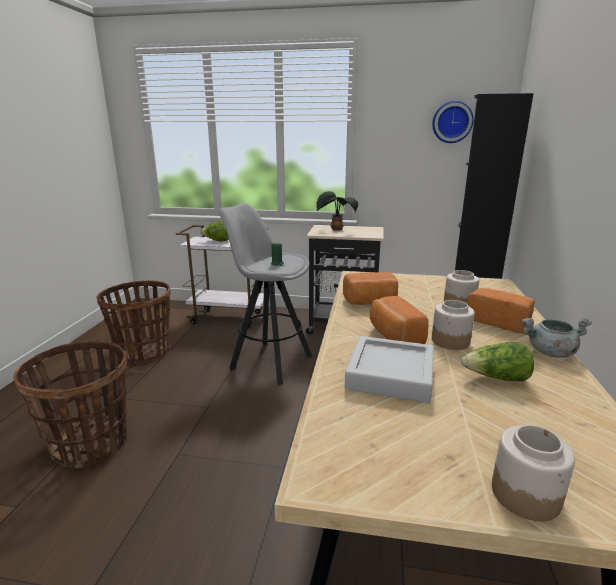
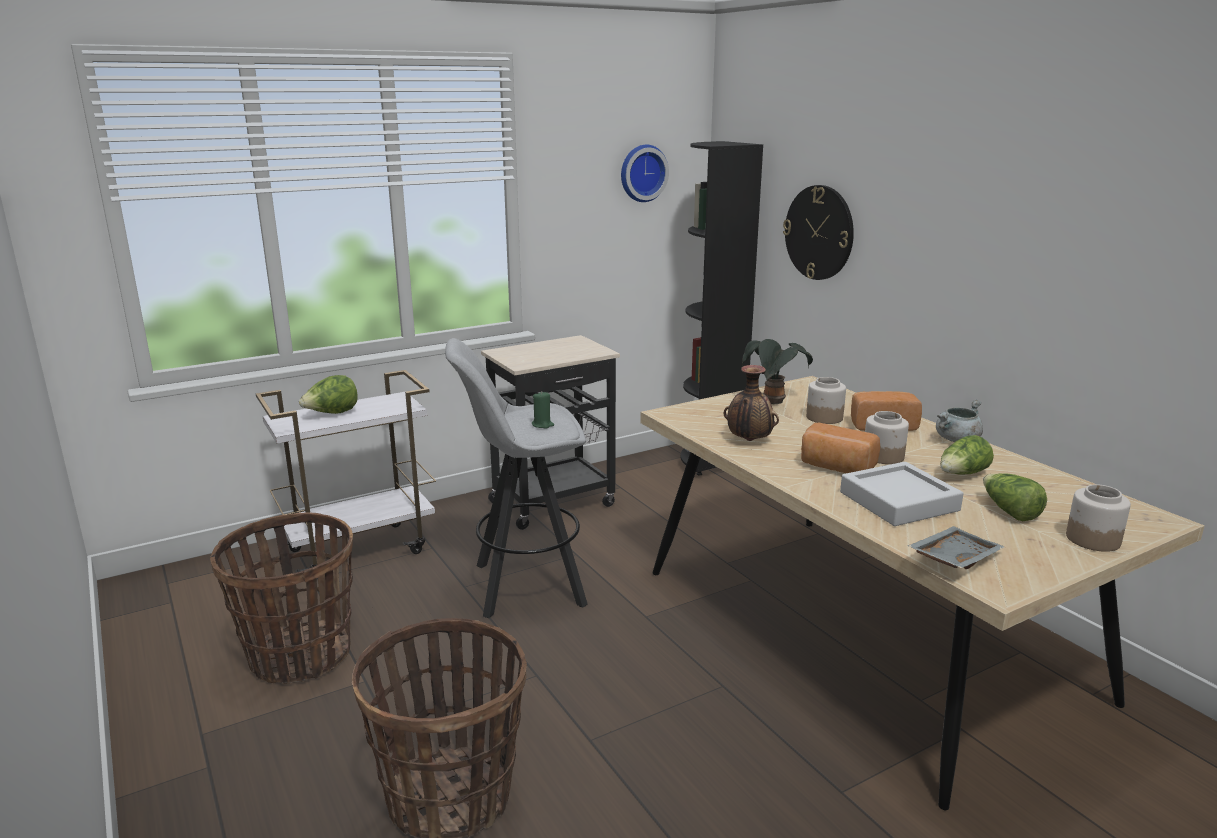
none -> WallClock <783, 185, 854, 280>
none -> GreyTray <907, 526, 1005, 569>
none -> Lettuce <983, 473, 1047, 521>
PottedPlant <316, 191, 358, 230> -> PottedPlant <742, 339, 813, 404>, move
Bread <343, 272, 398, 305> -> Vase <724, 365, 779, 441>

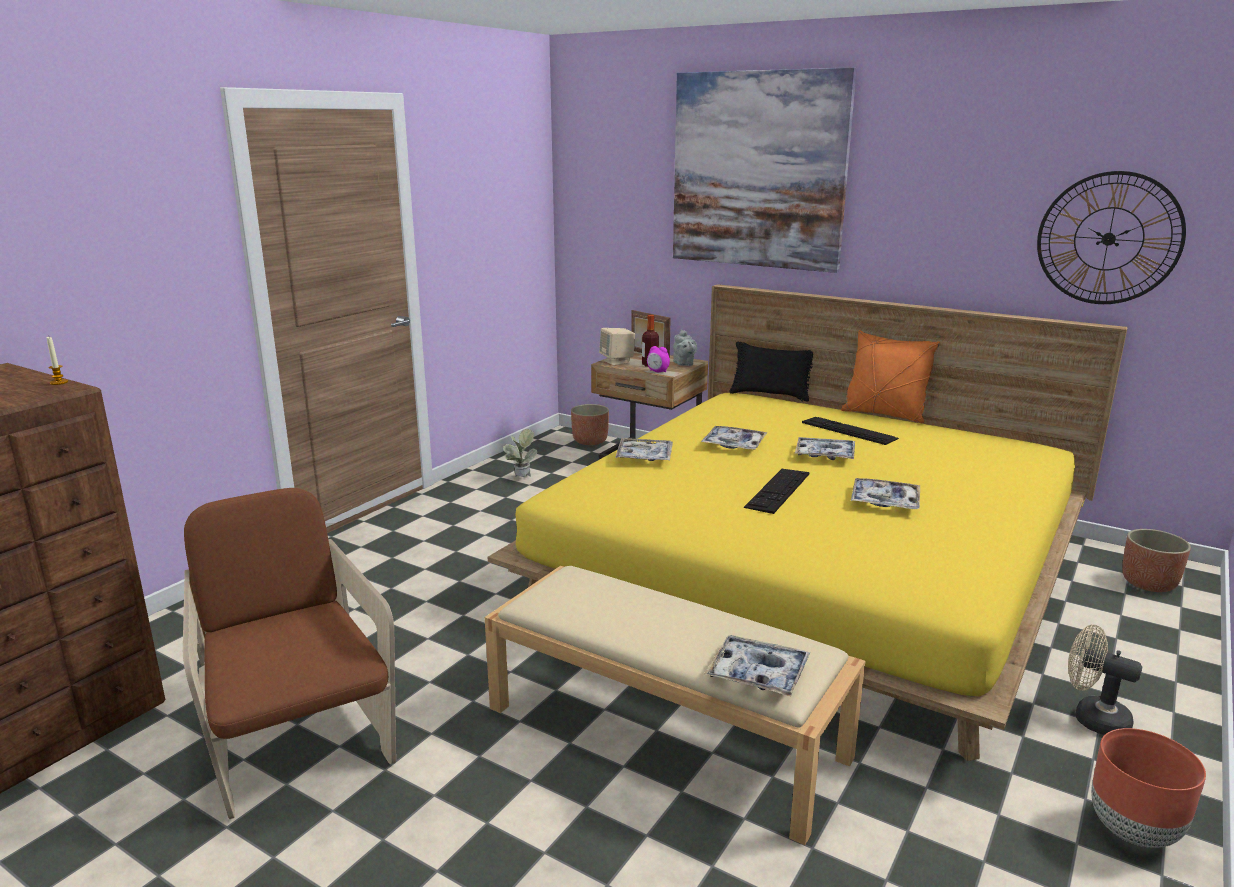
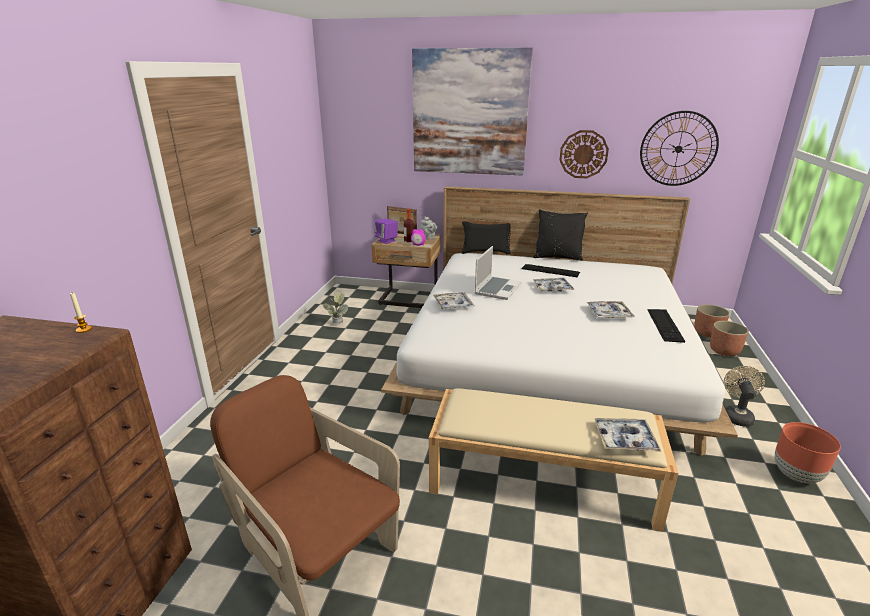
none -> WallClock <559, 130, 609, 178>
Planter <571, 404, 609, 445> -> Planter <710, 321, 749, 356>, move
Keyboard <744, 469, 809, 514> -> Keyboard <647, 309, 685, 343>, move
Tray <701, 426, 768, 450> -> Laptop <475, 246, 522, 300>
YellowBed <488, 284, 1128, 761> -> WhiteBed <381, 186, 738, 456>
BeigeSpeaker <599, 328, 635, 365> -> PurpleSpeaker <374, 219, 398, 244>
OrangePillow <841, 330, 940, 423> -> BlackPillow <533, 209, 588, 261>
BeigeFan <1068, 624, 1142, 735> -> BeigeFan <724, 366, 765, 427>, 90 degrees clockwise

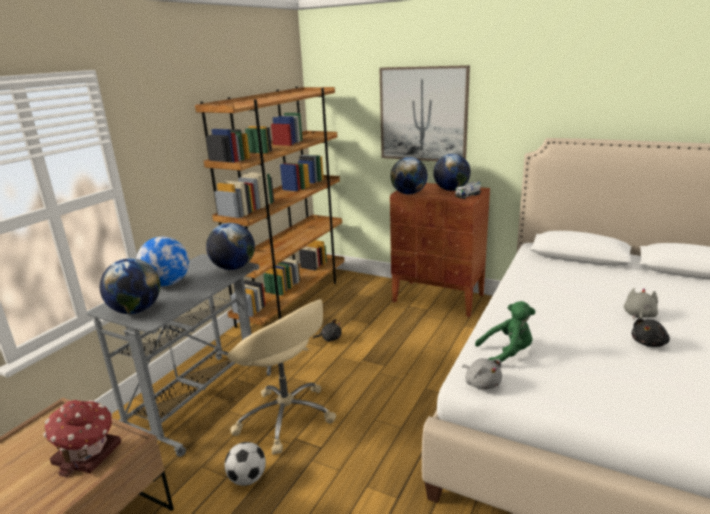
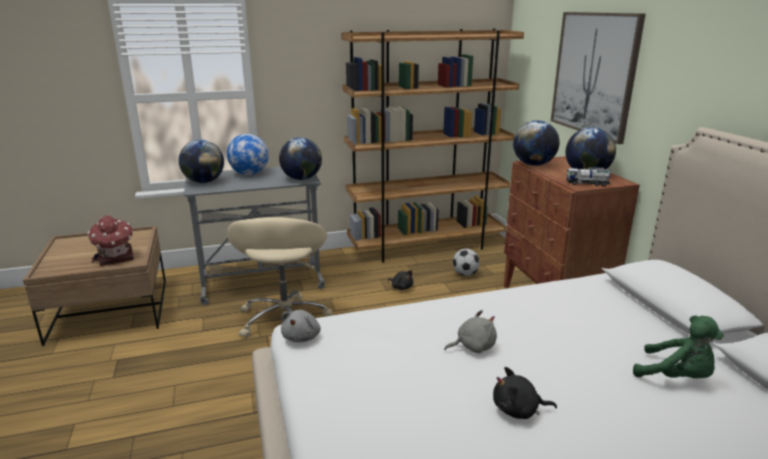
Football <225, 442, 266, 486> -> Football <453, 249, 480, 276>, move
GreenPlushToy <475, 301, 535, 362> -> GreenPlushToy <633, 316, 724, 378>, move
GreyPlushToy <624, 288, 658, 320> -> GreyPlushToy <444, 310, 497, 353>, move

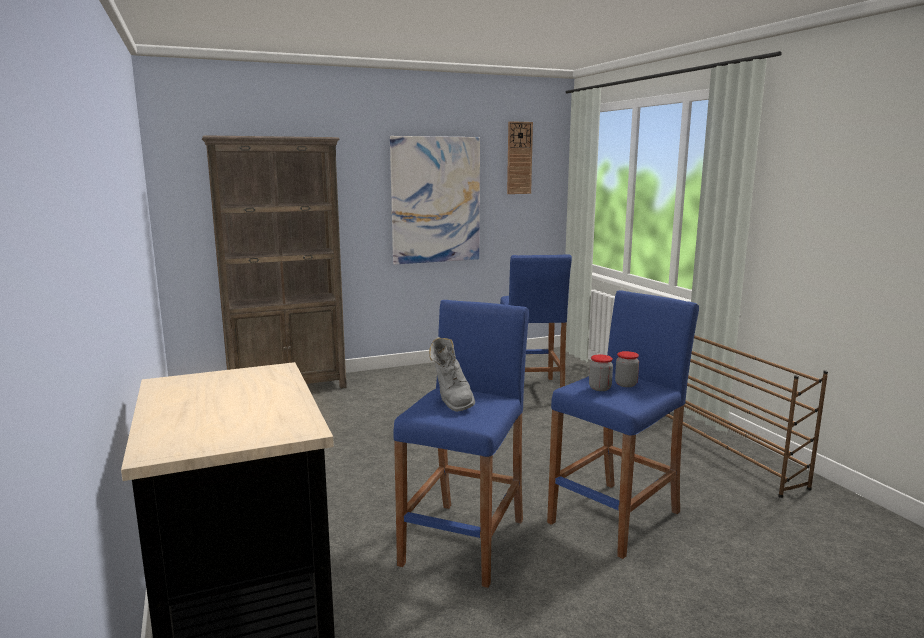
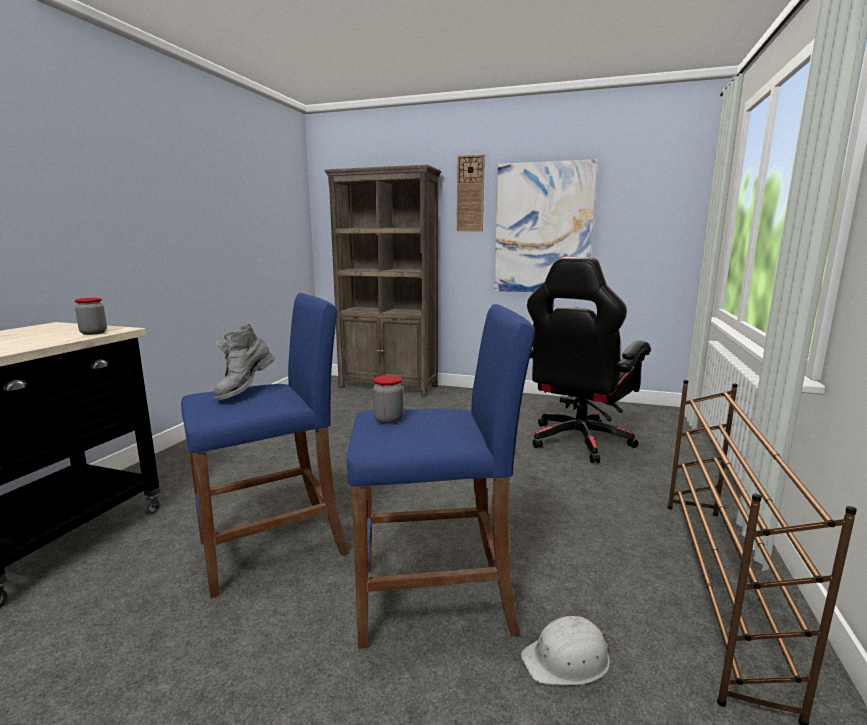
none -> WhiteHardHat <521, 616, 610, 686>
WallClock <507, 121, 533, 194> -> WallClock <457, 155, 485, 231>, move
Jar <615, 351, 639, 387> -> Jar <75, 298, 107, 335>, move
BlueStool <500, 254, 572, 388> -> BlackOfficeChair <527, 257, 651, 463>

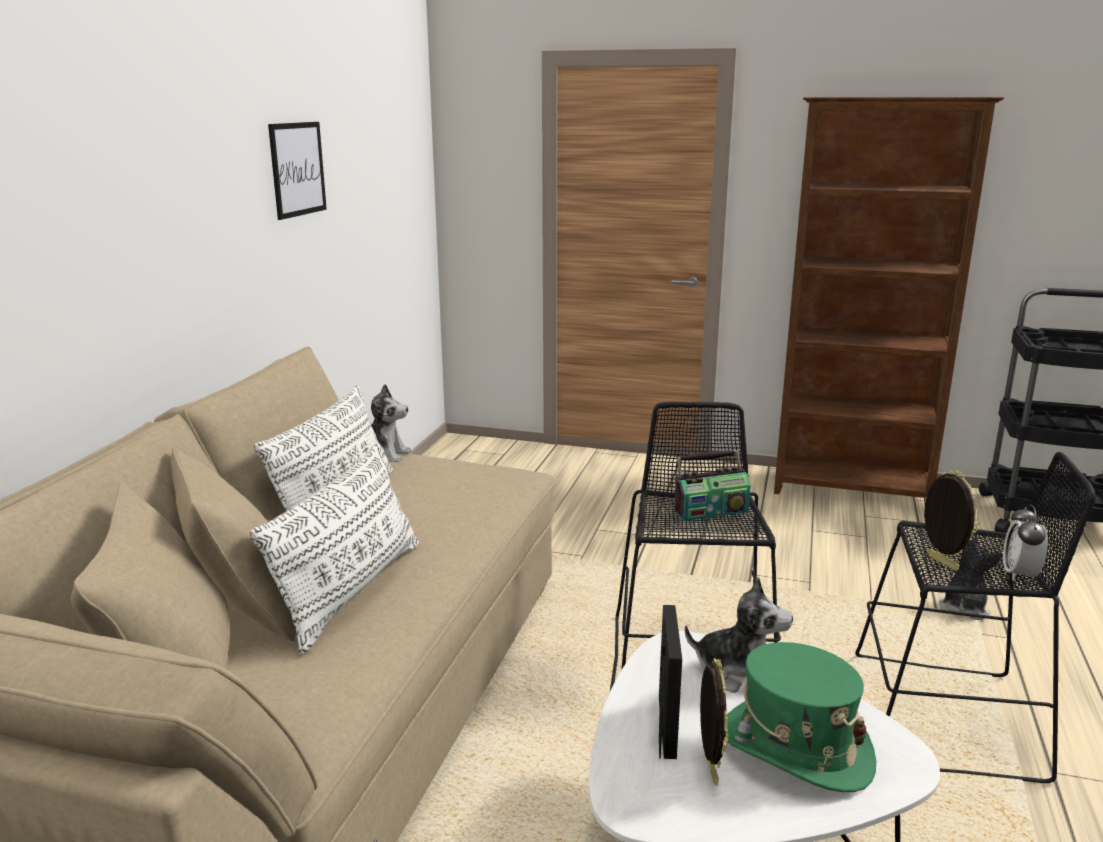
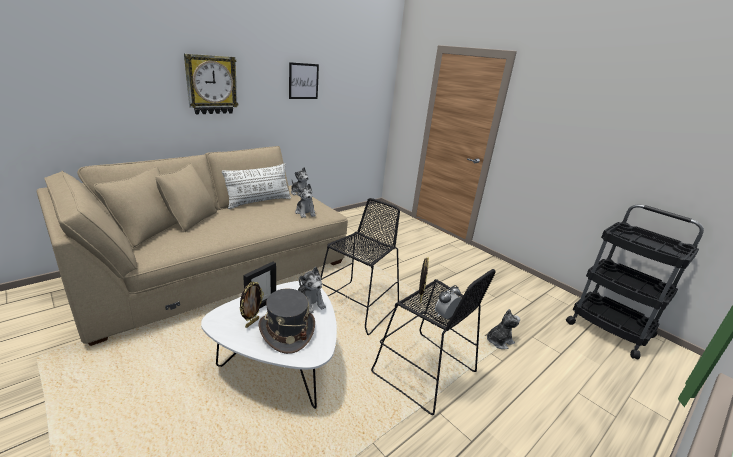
WhitePillow <250, 443, 419, 654> -> none
Radio <675, 450, 751, 521> -> none
BrownBookcase <774, 97, 1004, 505> -> none
none -> WallClock <184, 54, 238, 114>
none -> PlushToy <295, 184, 316, 218>
GreenHat <727, 642, 876, 792> -> GreyHat <259, 289, 315, 354>

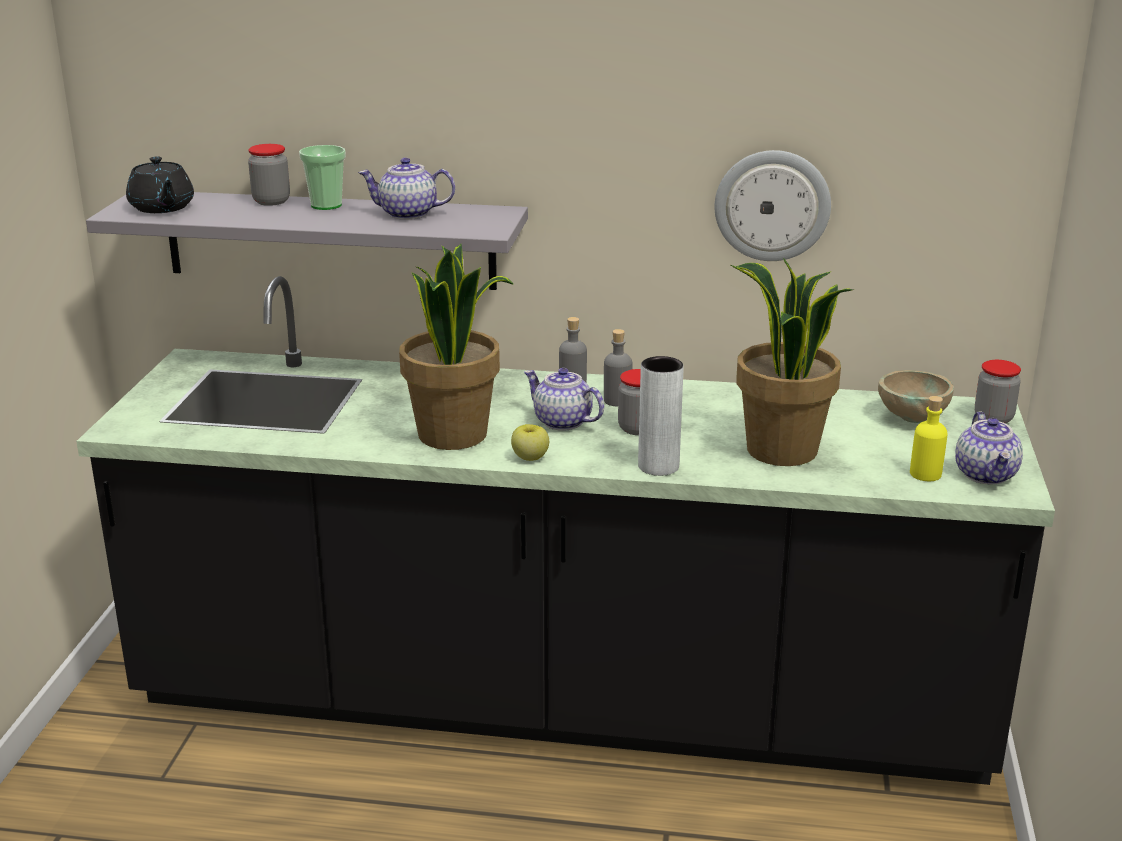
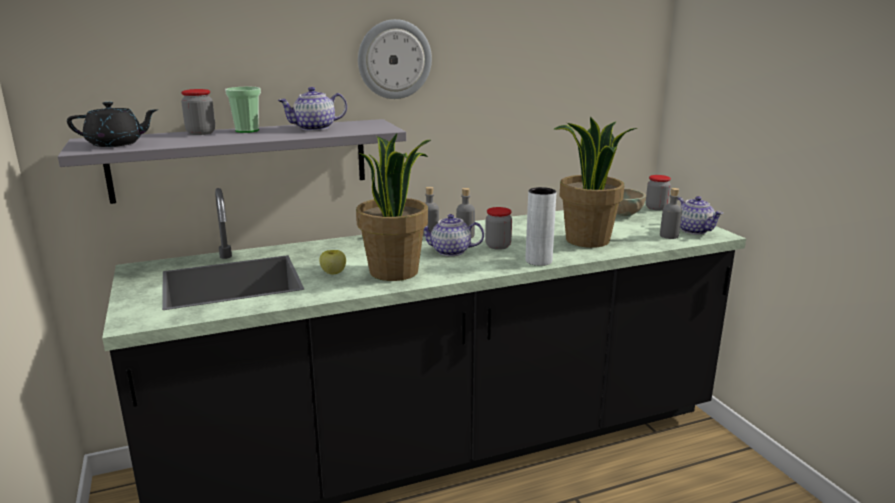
Apple <511, 424, 549, 461> -> Apple <319, 250, 346, 274>, move
WallClock <715, 150, 831, 261> -> WallClock <358, 19, 432, 99>, move
YellowBottle <910, 396, 948, 481> -> GreyBottle <660, 188, 682, 239>
BlackTeapot <126, 156, 194, 213> -> BlackTeapot <67, 102, 158, 147>, 45 degrees counterclockwise

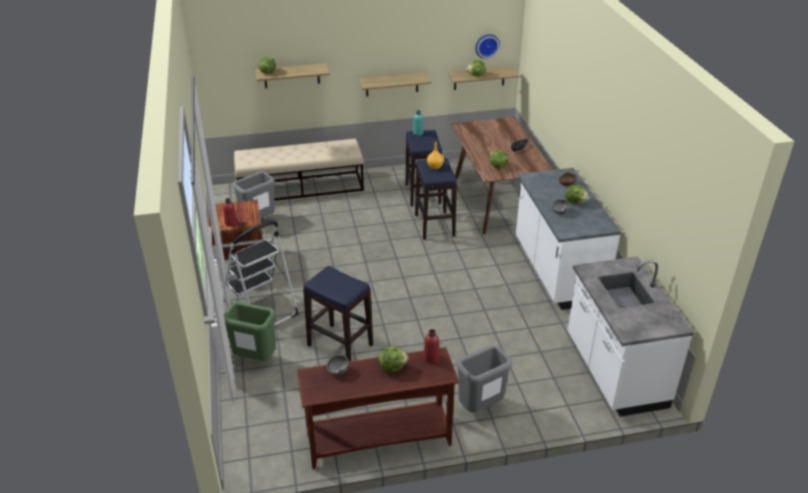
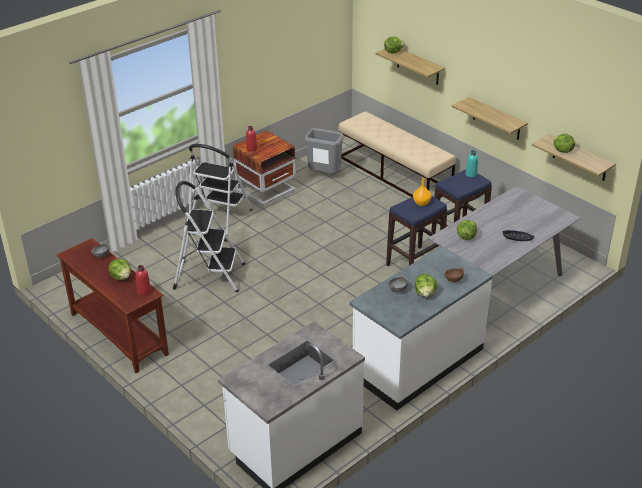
GreenTrashCan <224, 302, 276, 361> -> none
GreyTrashCan <456, 345, 512, 412> -> none
WallClock <475, 34, 500, 59> -> none
Stool <303, 266, 373, 361> -> StepLadder <173, 181, 245, 292>
BrownDiningTable <451, 117, 553, 234> -> GreyDiningTable <428, 186, 581, 329>

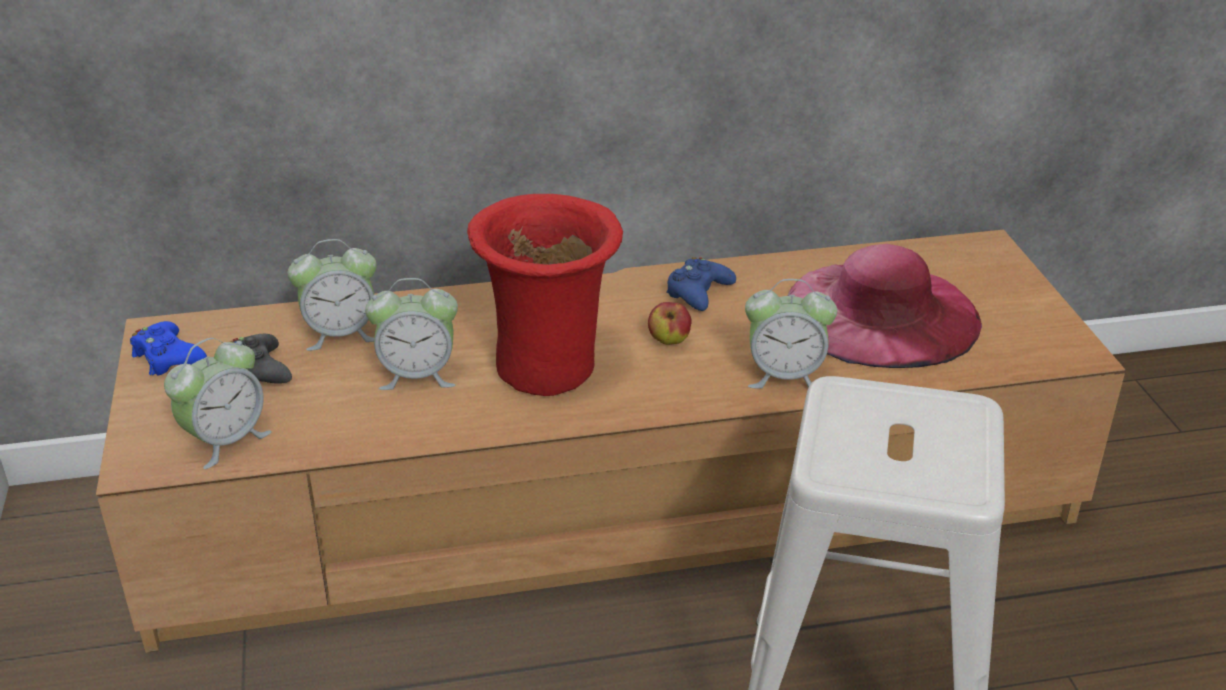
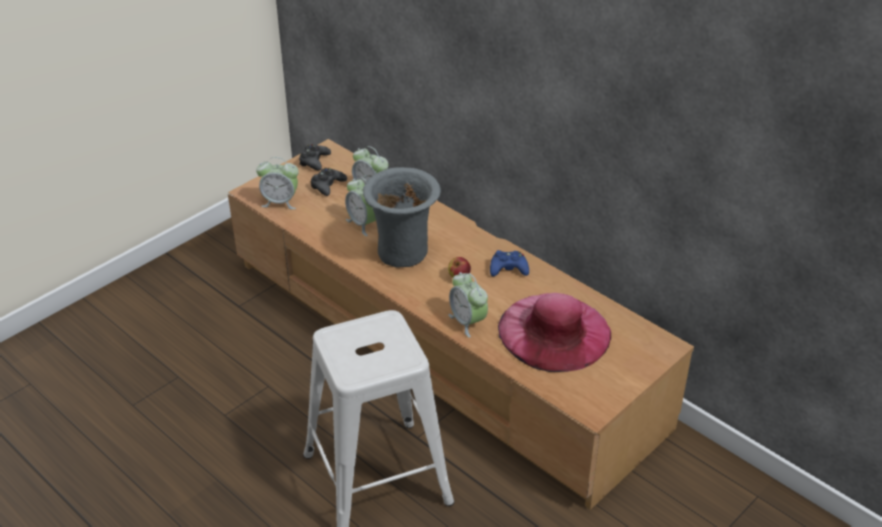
BlueGameController <130, 321, 207, 375> -> BlackGameController <299, 144, 331, 171>
RedVase <467, 194, 623, 396> -> GreyVase <363, 167, 441, 267>

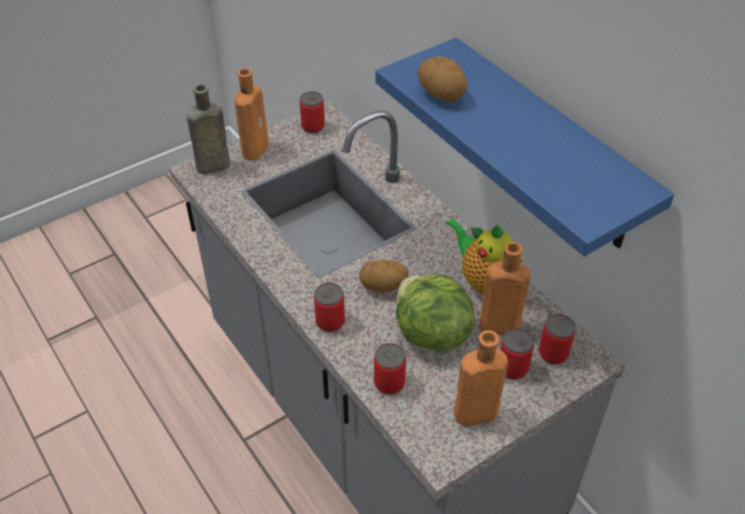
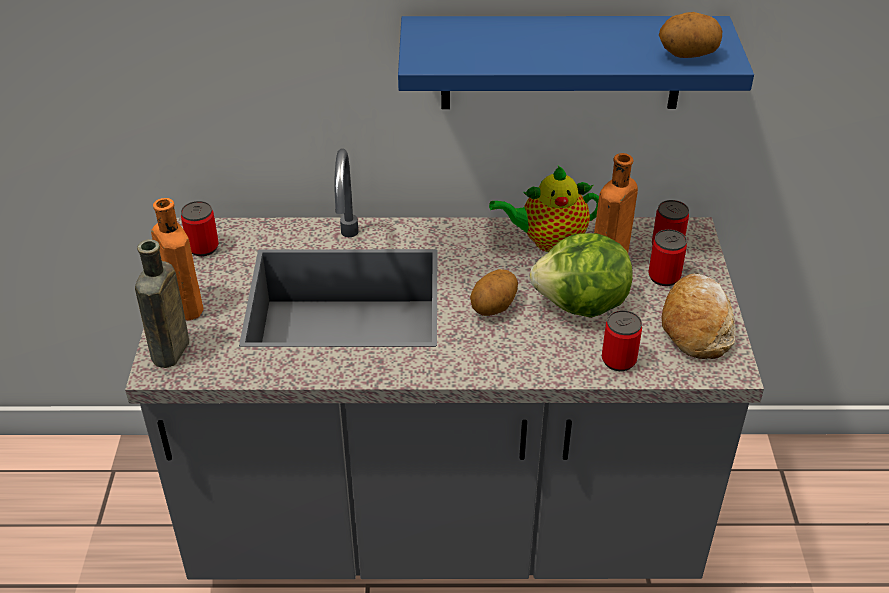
Can <314, 283, 345, 332> -> none
Potato <418, 56, 467, 102> -> Potato <659, 12, 722, 58>, move
OrangeBottle <454, 330, 508, 426> -> Bread <662, 273, 736, 359>

